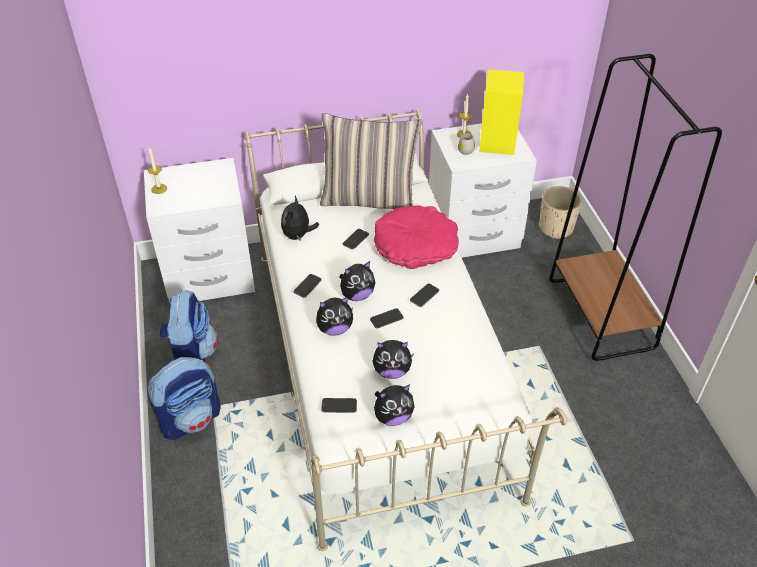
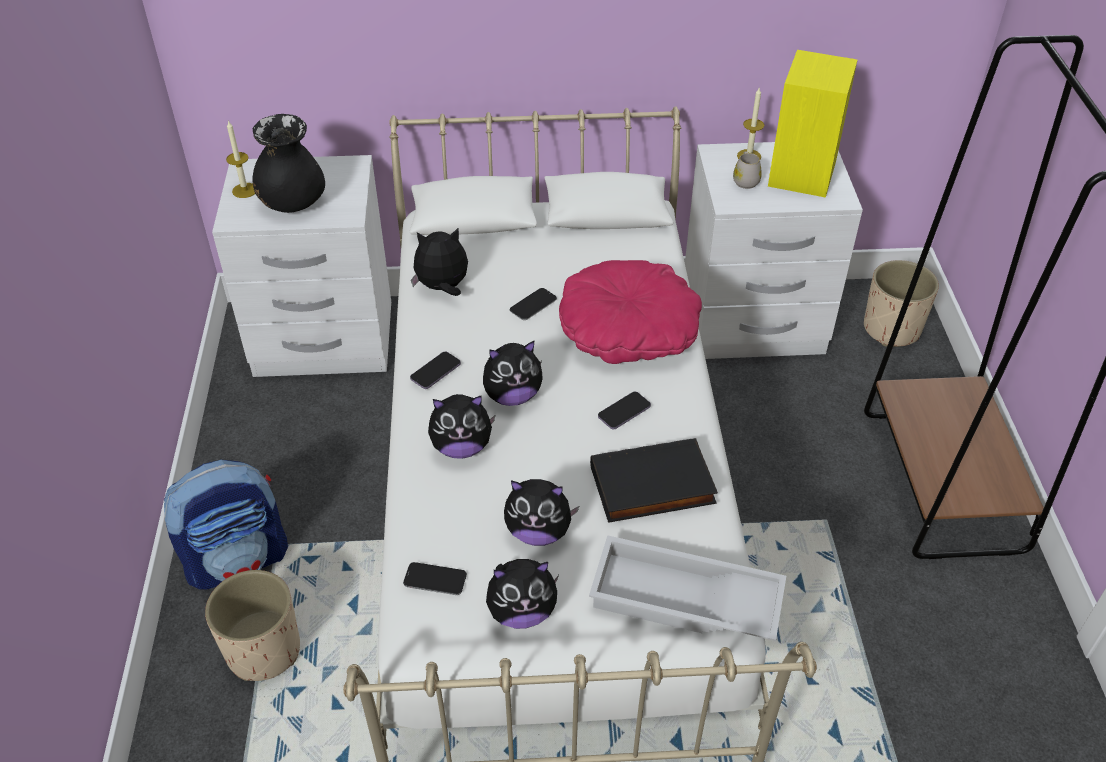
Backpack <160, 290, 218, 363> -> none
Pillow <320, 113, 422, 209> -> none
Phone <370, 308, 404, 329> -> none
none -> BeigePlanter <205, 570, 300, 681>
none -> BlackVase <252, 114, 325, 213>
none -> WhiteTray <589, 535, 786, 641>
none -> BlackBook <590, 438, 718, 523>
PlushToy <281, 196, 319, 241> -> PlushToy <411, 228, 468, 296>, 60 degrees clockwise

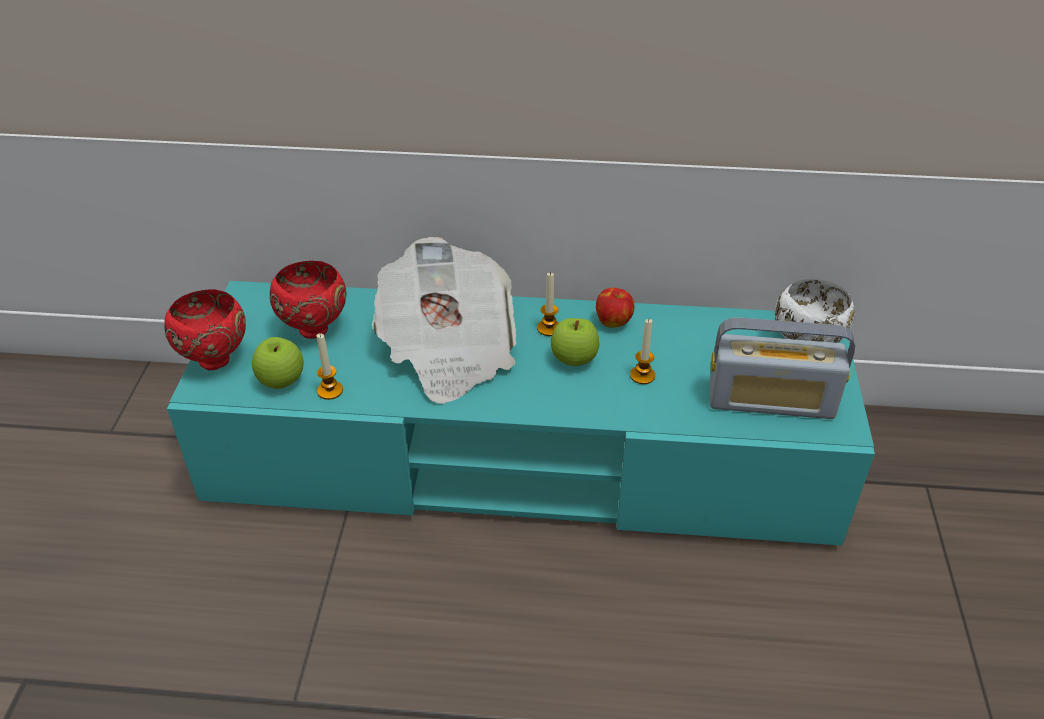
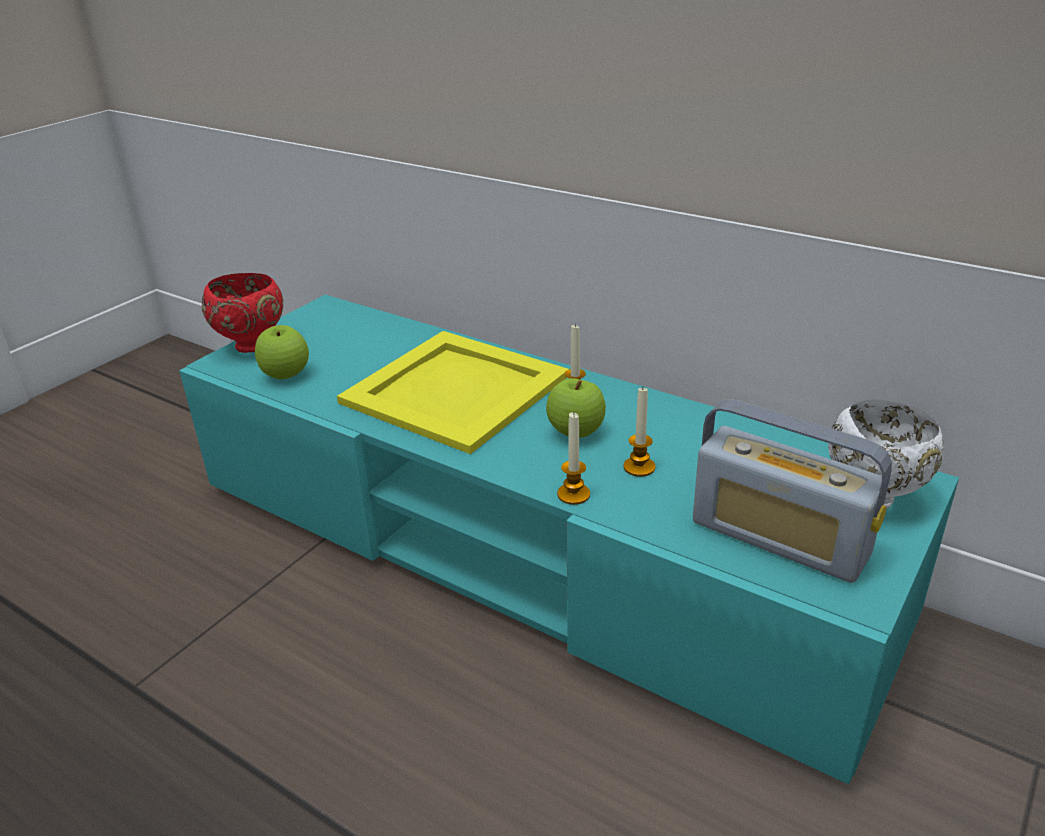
RedBowl <270, 261, 346, 339> -> none
Apple <596, 288, 634, 328> -> none
Candle <317, 333, 343, 400> -> Candle <557, 412, 590, 505>, move
Newspaper <372, 237, 516, 404> -> YellowTray <337, 331, 569, 454>

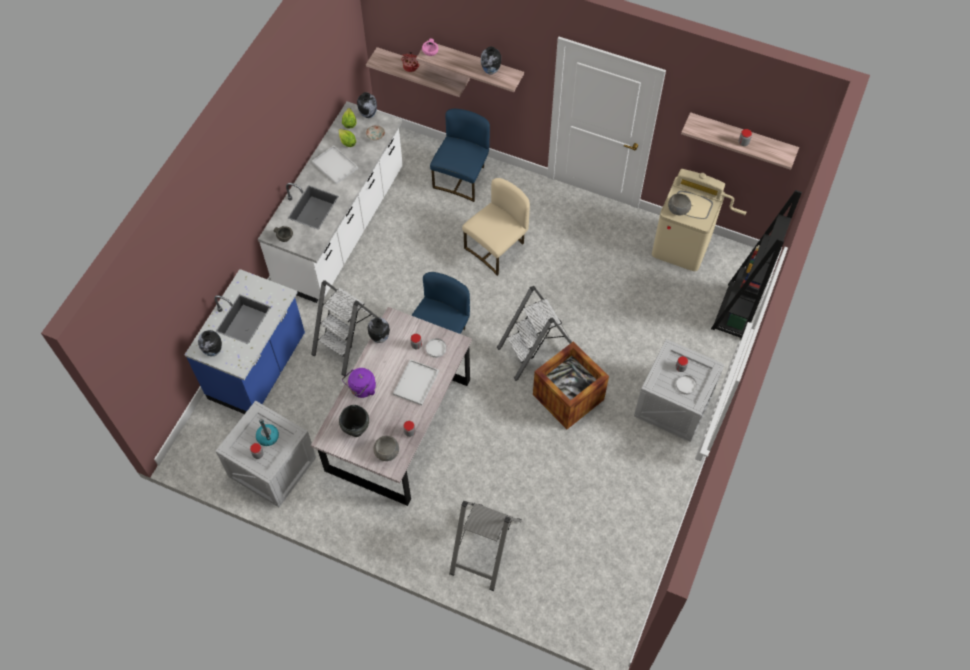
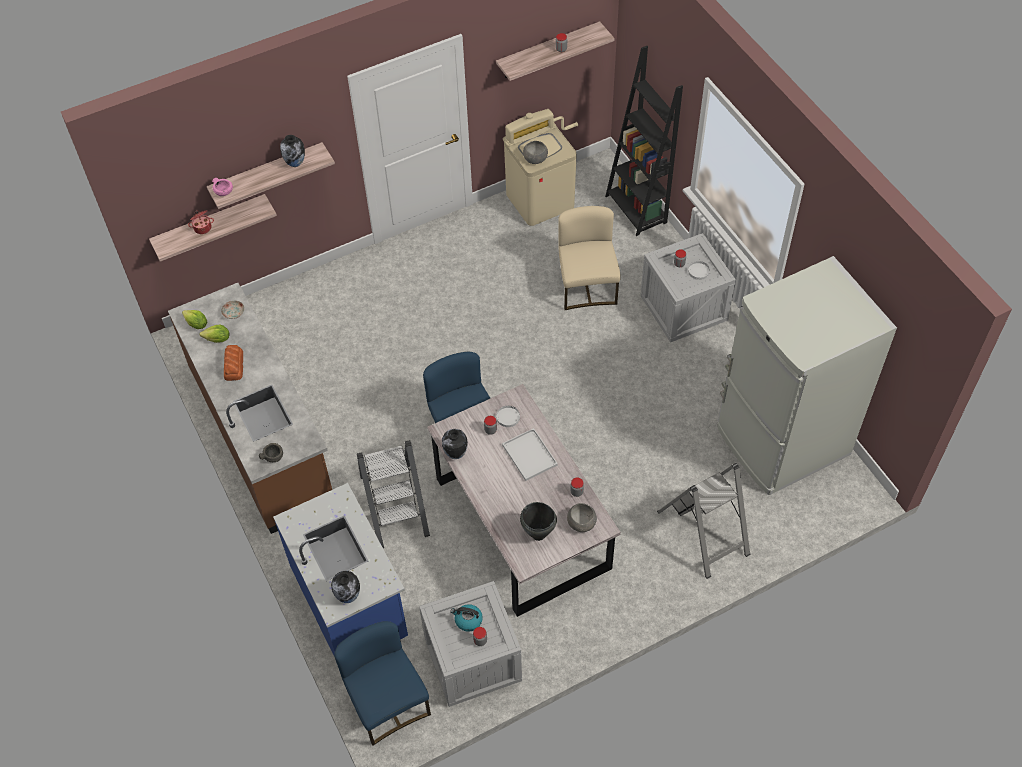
PurpleKettle <342, 368, 376, 398> -> none
Vase <357, 92, 377, 118> -> none
GreyStepLadder <497, 286, 572, 381> -> none
Crate <533, 342, 609, 429> -> none
none -> WhiteFridge <717, 256, 897, 495>
BlueChair <430, 109, 490, 202> -> BlueChair <334, 621, 431, 746>, move
BeigeChair <462, 178, 530, 276> -> BeigeChair <558, 206, 621, 310>, move
WhiteTray <312, 145, 358, 184> -> Bread <224, 345, 243, 381>
WhiteCounter <258, 101, 403, 303> -> BrownCounter <168, 283, 332, 534>

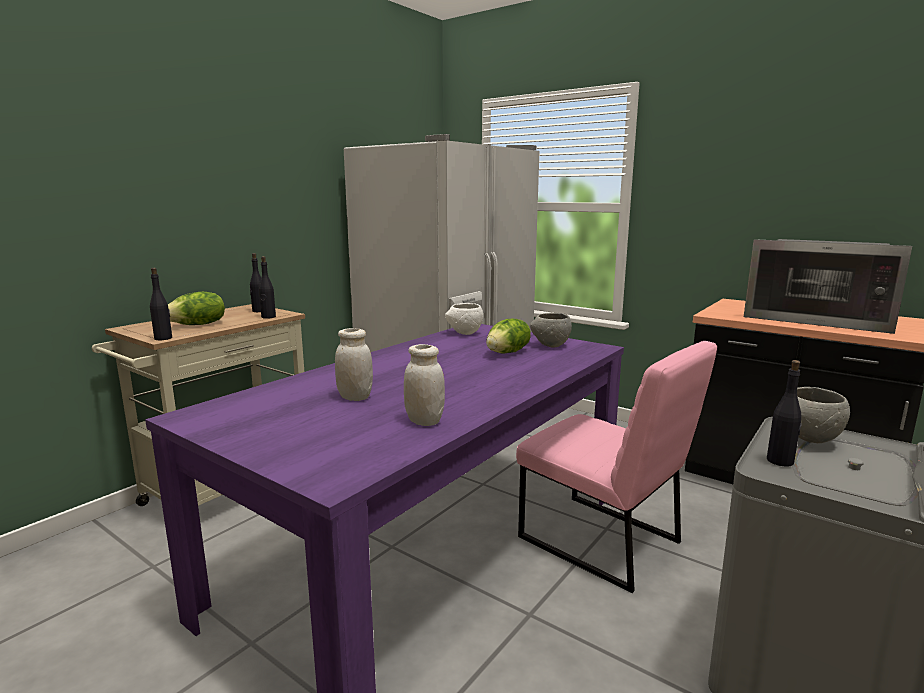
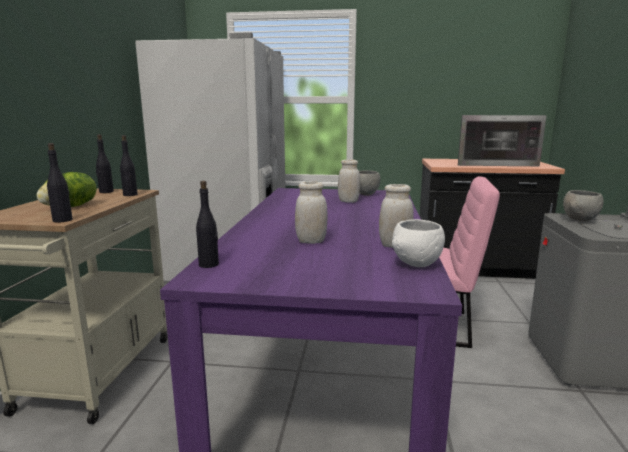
WhiteBowl <445, 303, 483, 335> -> WhiteBowl <392, 219, 445, 267>, move
BlackBottle <767, 360, 802, 467> -> BlackBottle <196, 181, 219, 268>, move
Lettuce <486, 319, 531, 353> -> WhiteJar <338, 159, 360, 203>

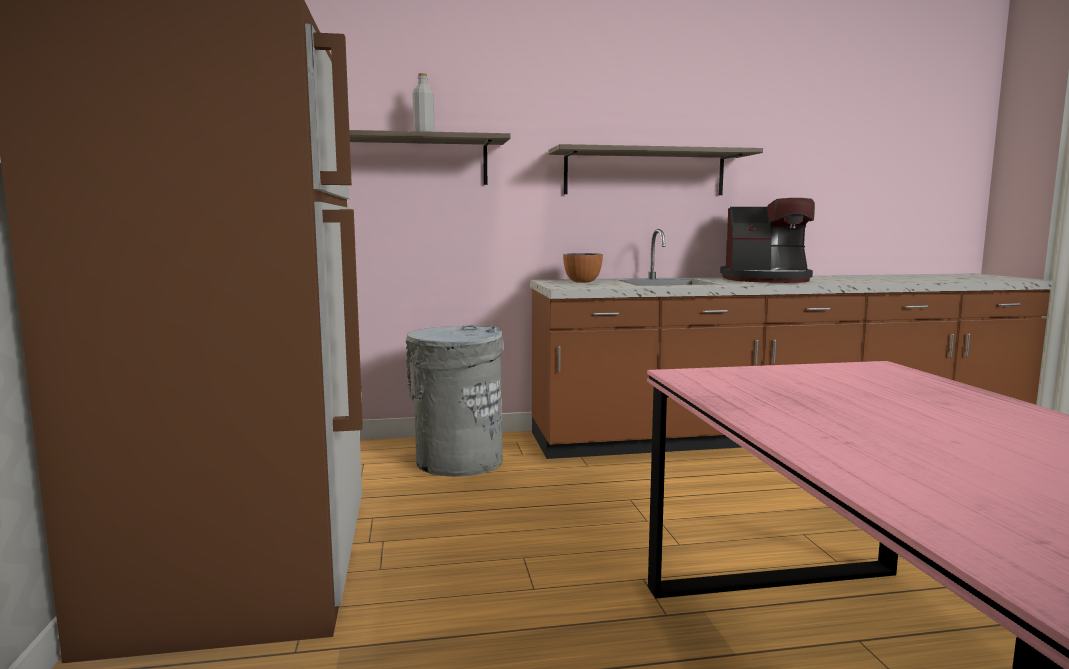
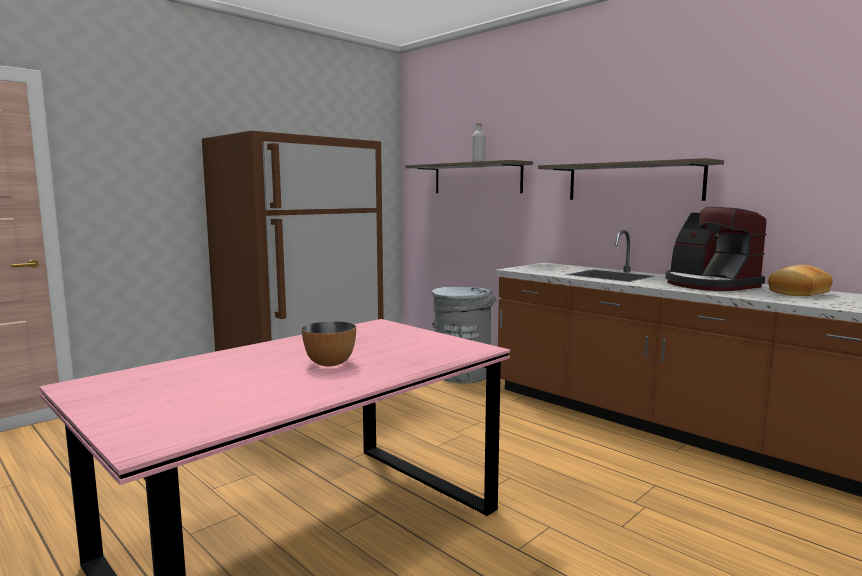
none -> Bread <768, 265, 832, 296>
Bowl <563, 253, 603, 283> -> Bowl <302, 321, 356, 367>, move

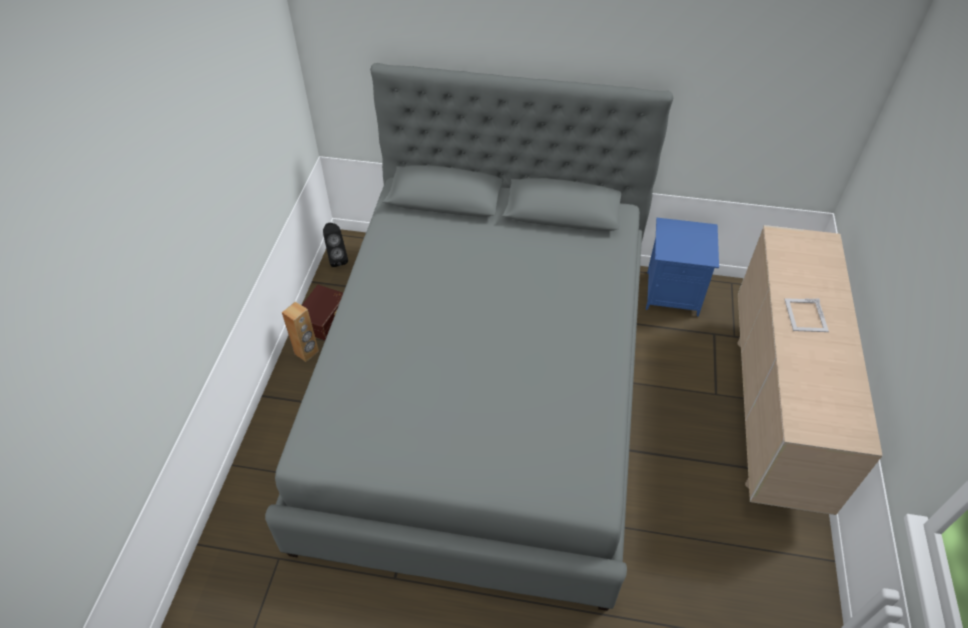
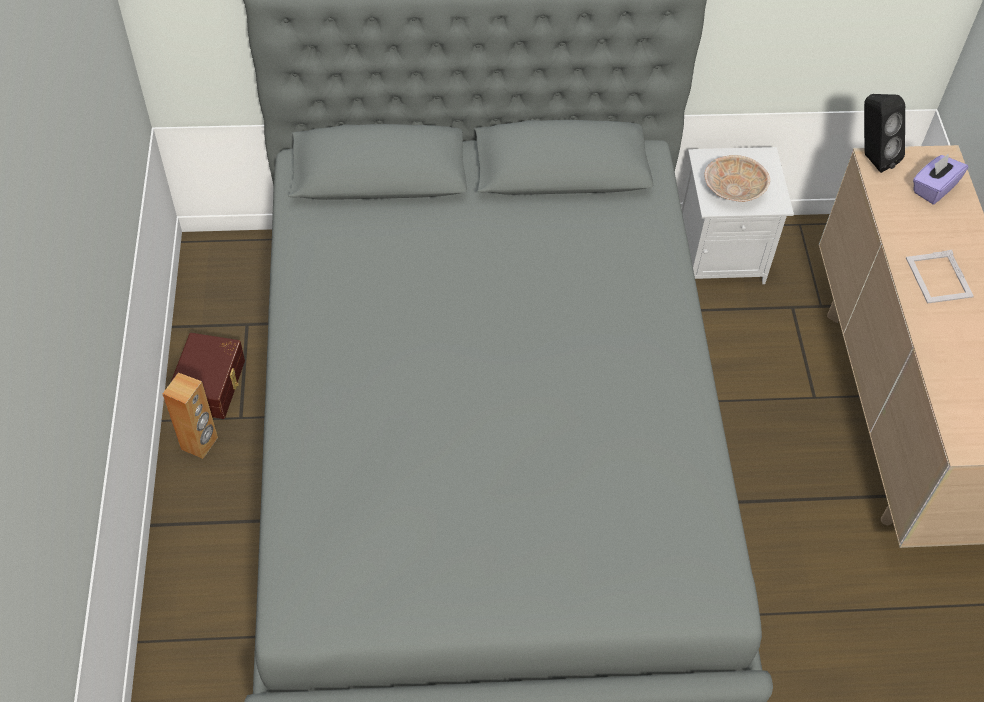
none -> BeigeBowl <705, 155, 770, 202>
none -> PurpleTissueBox <913, 153, 968, 204>
BlackSpeaker <323, 223, 348, 267> -> BlackSpeaker <864, 94, 905, 173>, move
BlueNightstand <646, 218, 719, 317> -> GreyNightstand <681, 147, 794, 284>

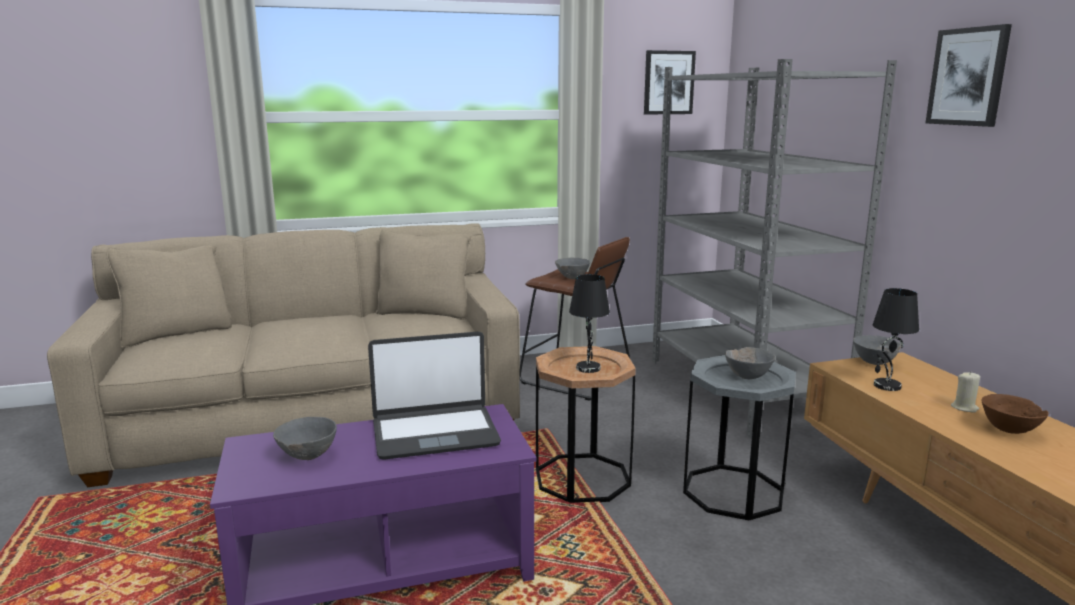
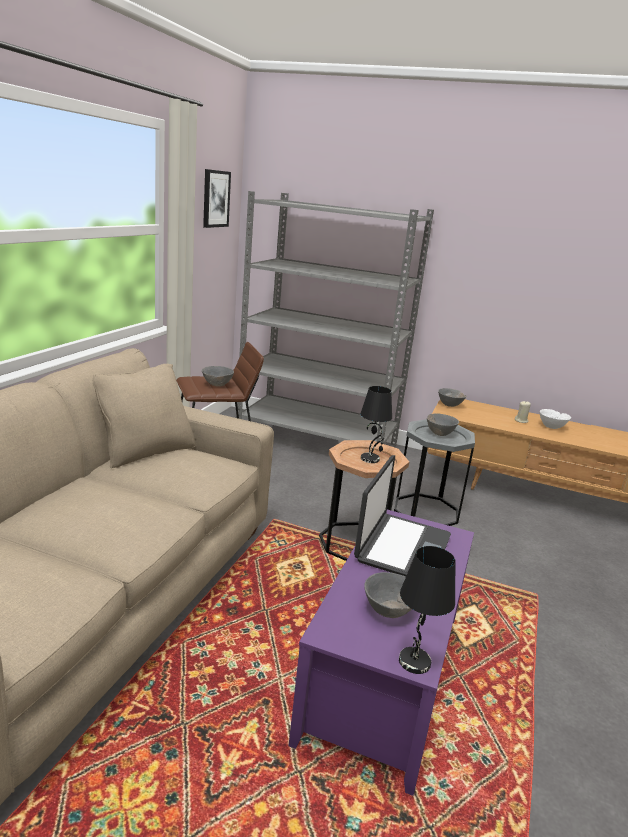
Picture <926, 24, 1012, 127> -> none
BlackTableLamp <873, 288, 919, 391> -> BlackTableLamp <399, 546, 455, 674>, move
BrownBowl <982, 394, 1049, 434> -> WhiteBowl <540, 409, 571, 429>

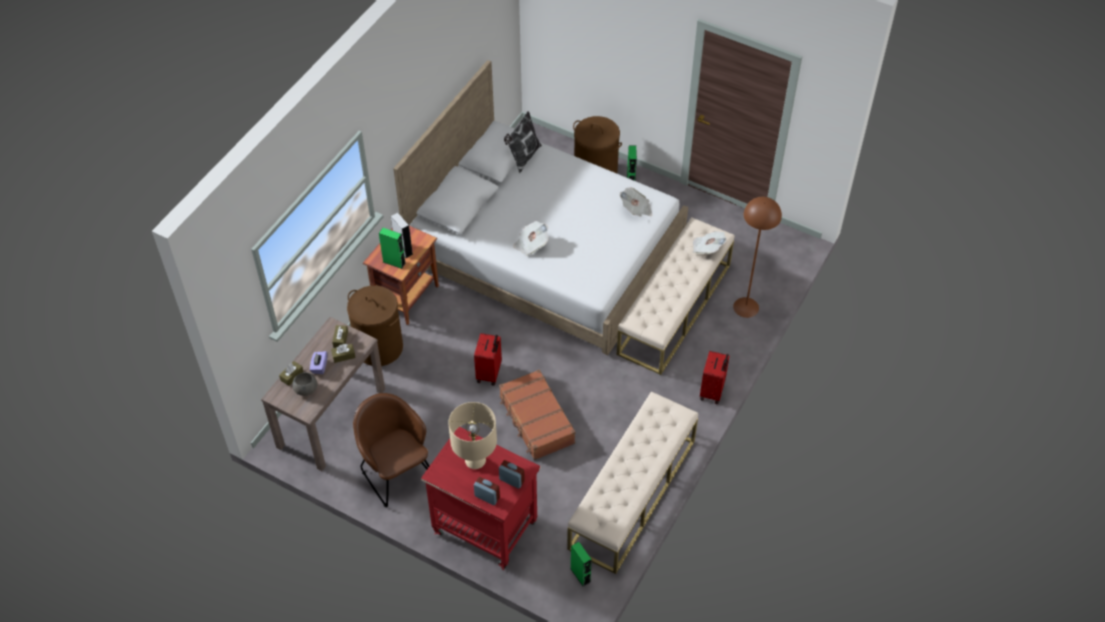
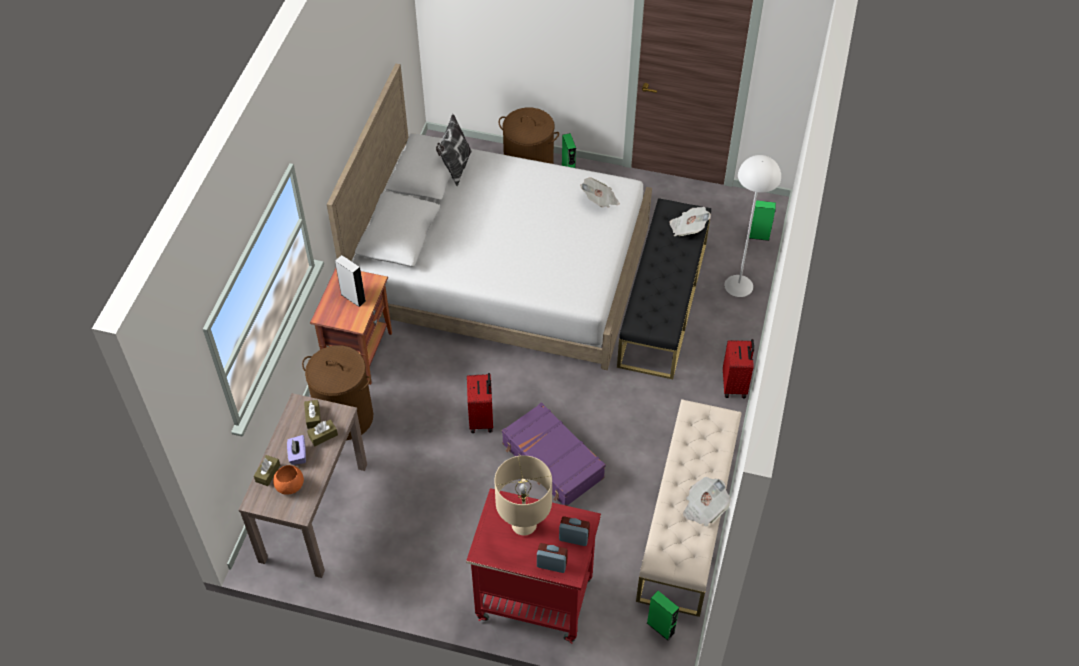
BrownArmchair <353, 393, 429, 507> -> none
GreenSpeaker <379, 228, 405, 269> -> GreenSpeaker <747, 200, 776, 241>, move
Newspaper <513, 221, 549, 256> -> Newspaper <683, 477, 730, 526>, move
GreyBowl <292, 372, 317, 396> -> OrangeBowl <273, 465, 304, 495>
BrownSuitcase <499, 369, 576, 460> -> PurpleSuitcase <502, 402, 606, 506>
BeigeBench <617, 217, 735, 375> -> BlackBench <617, 198, 711, 379>
BrownFloorLamp <733, 197, 782, 318> -> WhiteFloorLamp <724, 155, 781, 297>

